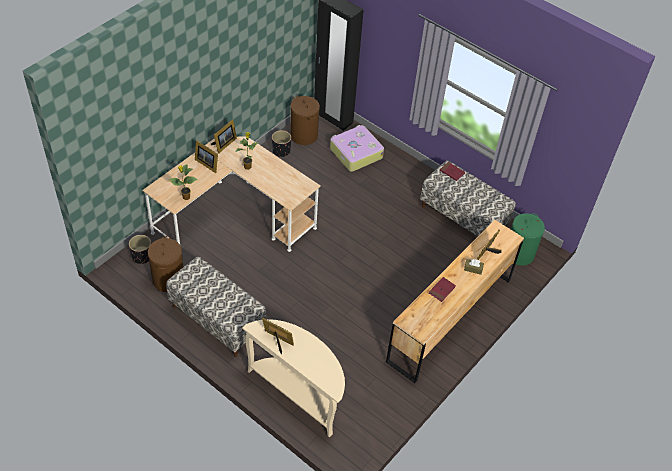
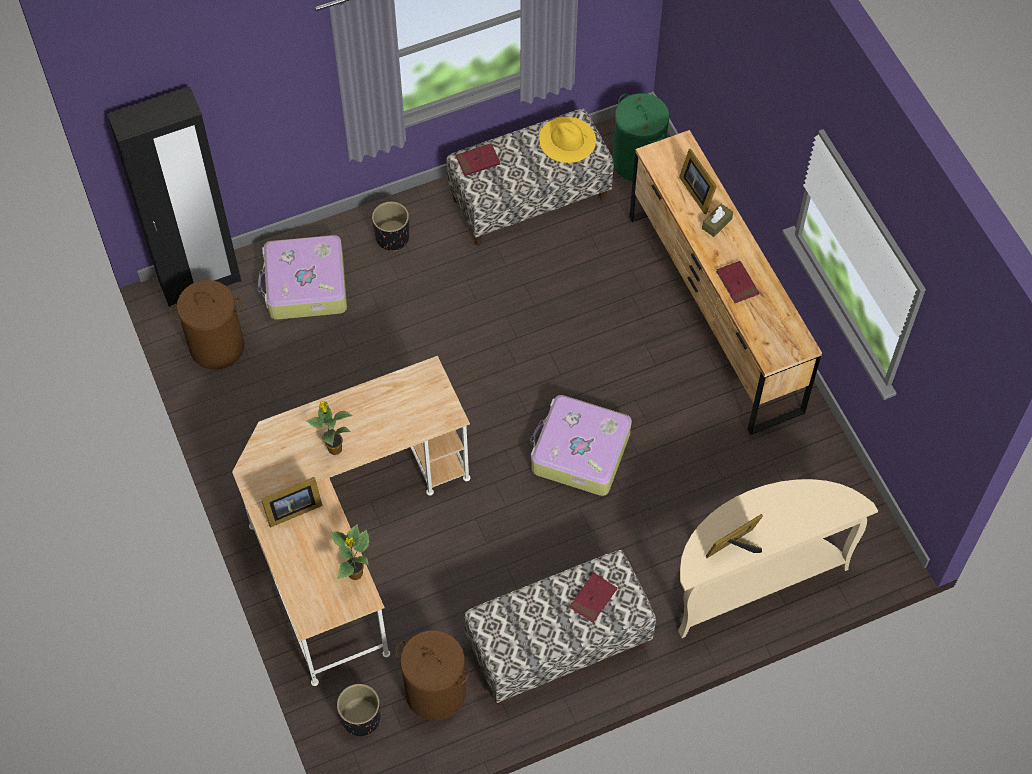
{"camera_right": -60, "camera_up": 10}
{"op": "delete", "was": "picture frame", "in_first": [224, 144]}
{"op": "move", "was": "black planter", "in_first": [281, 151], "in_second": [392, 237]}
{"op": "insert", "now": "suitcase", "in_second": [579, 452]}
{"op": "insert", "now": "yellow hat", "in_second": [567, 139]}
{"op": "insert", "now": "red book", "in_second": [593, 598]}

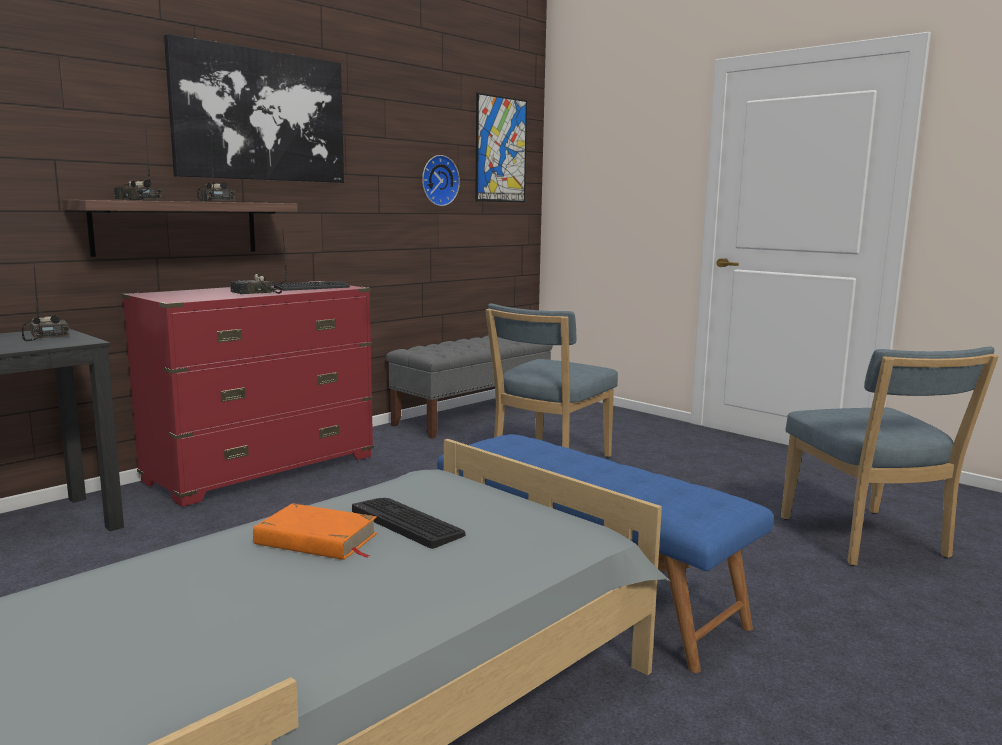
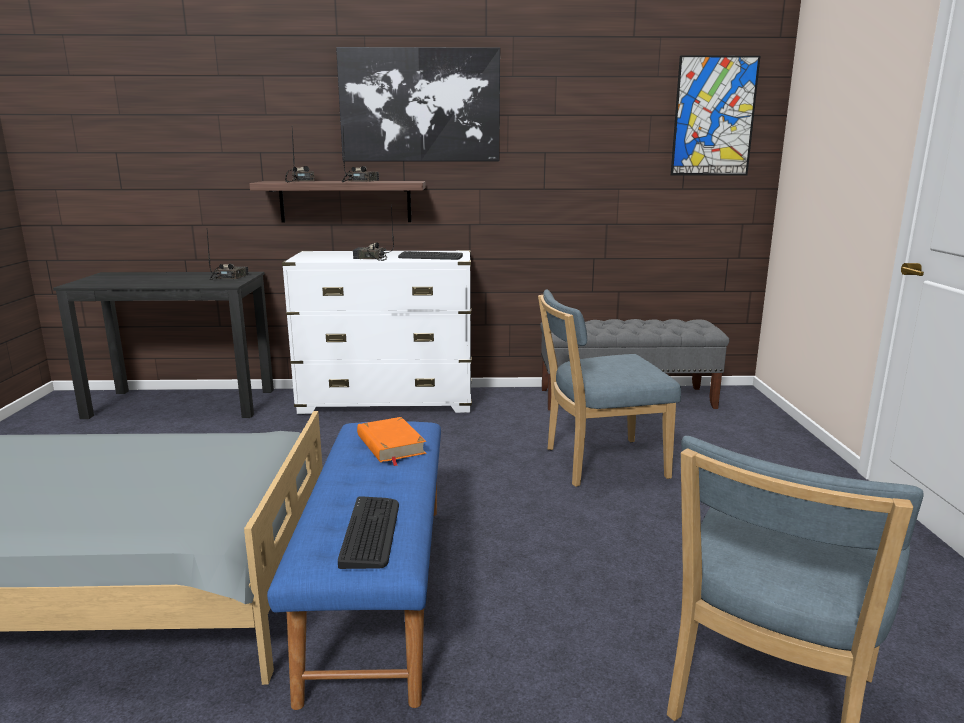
{"camera_right": 45, "camera_up": 5}
{"op": "recolor", "was": "red dresser", "now": "white dresser", "in_first": [262, 470], "in_second": [388, 401]}
{"op": "move", "was": "orange book", "in_first": [316, 539], "in_second": [390, 445]}
{"op": "move", "was": "keyboard", "in_first": [407, 522], "in_second": [371, 532]}
{"op": "delete", "was": "wall clock", "in_first": [438, 180]}

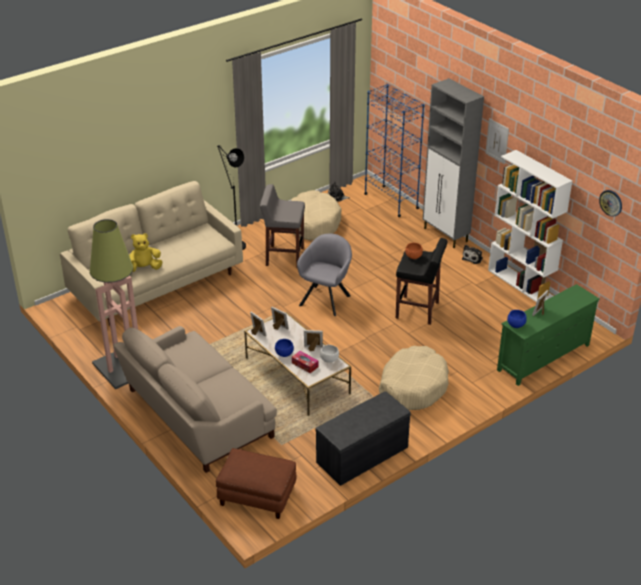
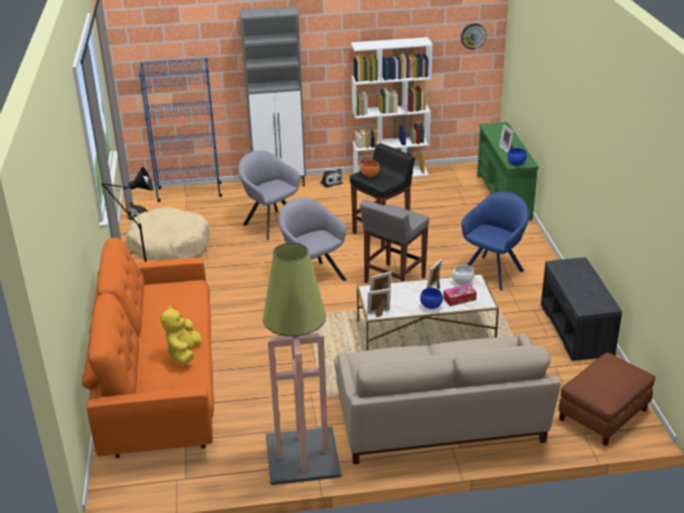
{"camera_right": -60, "camera_up": -5}
{"op": "recolor", "was": "beige sofa", "now": "orange sofa", "in_first": [157, 285], "in_second": [160, 385]}
{"op": "move", "was": "grey stool", "in_first": [284, 257], "in_second": [394, 280]}
{"op": "replace", "was": "beige dog bed", "now": "blue armchair", "in_first": [412, 386], "in_second": [494, 271]}
{"op": "delete", "was": "picture", "in_first": [497, 141]}
{"op": "insert", "now": "grey armchair", "in_second": [270, 223]}

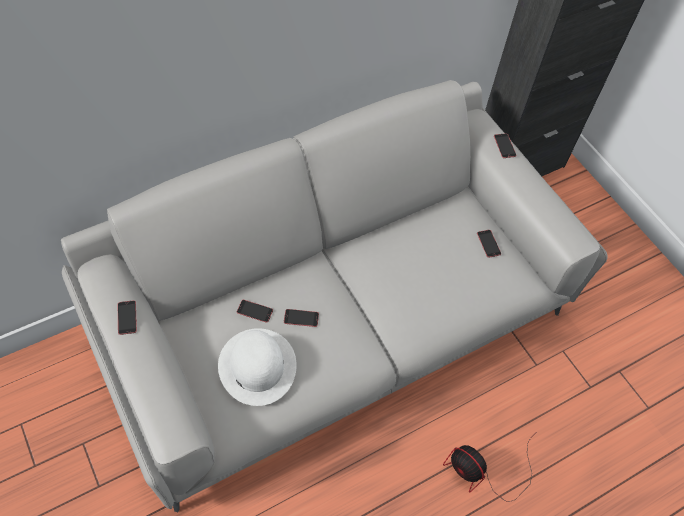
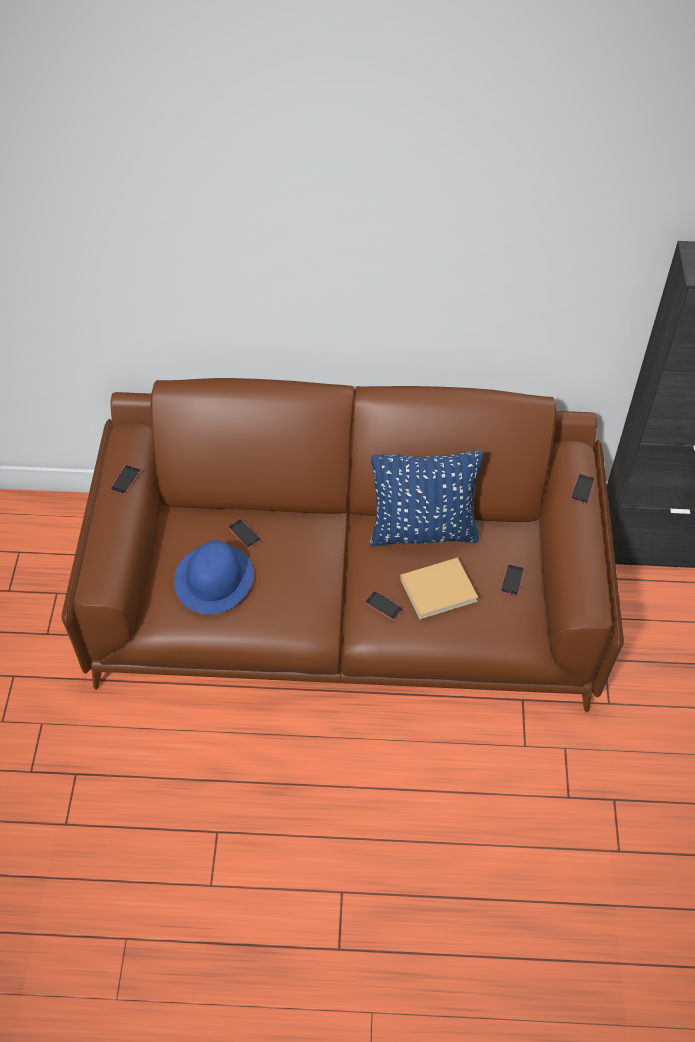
{"camera_right": 35, "camera_up": -5}
{"op": "recolor", "was": "grey sofa", "now": "brown sofa", "in_first": [336, 322], "in_second": [347, 604]}
{"op": "recolor", "was": "white hat", "now": "blue hat", "in_first": [257, 365], "in_second": [214, 578]}
{"op": "move", "was": "phone", "in_first": [301, 318], "in_second": [383, 605]}
{"op": "delete", "was": "fan", "in_first": [483, 472]}
{"op": "insert", "now": "blue pillow", "in_second": [423, 531]}
{"op": "insert", "now": "beige book", "in_second": [440, 589]}

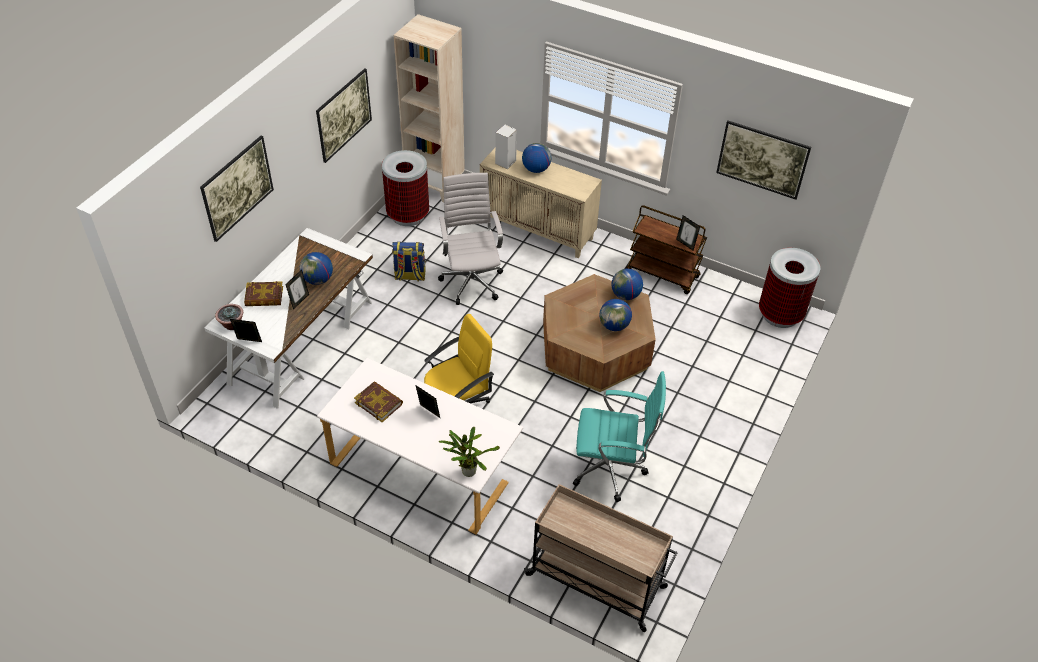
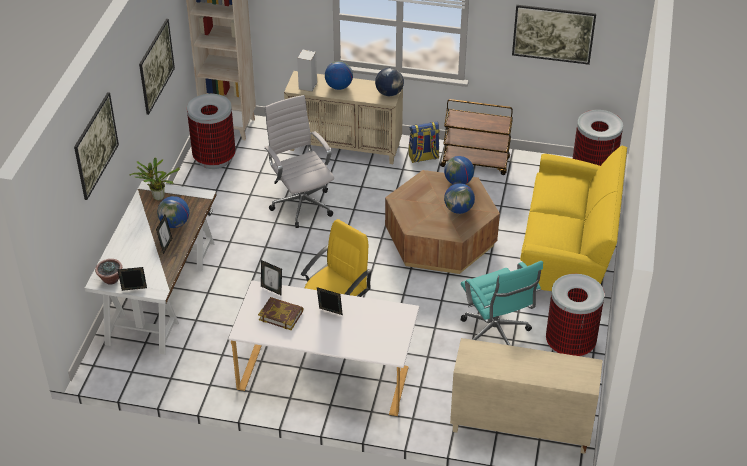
{"camera_right": -15, "camera_up": -5}
{"op": "delete", "was": "book", "in_first": [264, 297]}
{"op": "move", "was": "backpack", "in_first": [410, 276], "in_second": [423, 157]}
{"op": "move", "was": "potted plant", "in_first": [467, 470], "in_second": [157, 196]}
{"op": "replace", "was": "beige cart", "now": "beige cabinet", "in_first": [597, 582], "in_second": [519, 427]}
{"op": "rotate", "was": "turquoise office chair", "in_first": [612, 470], "in_second": [496, 335], "clockwise": 75}
{"op": "move", "was": "picture frame", "in_first": [686, 244], "in_second": [272, 289]}
{"op": "insert", "now": "globe", "in_second": [389, 93]}
{"op": "insert", "now": "yellow sofa", "in_second": [567, 254]}
{"op": "insert", "now": "trash can", "in_second": [570, 344]}

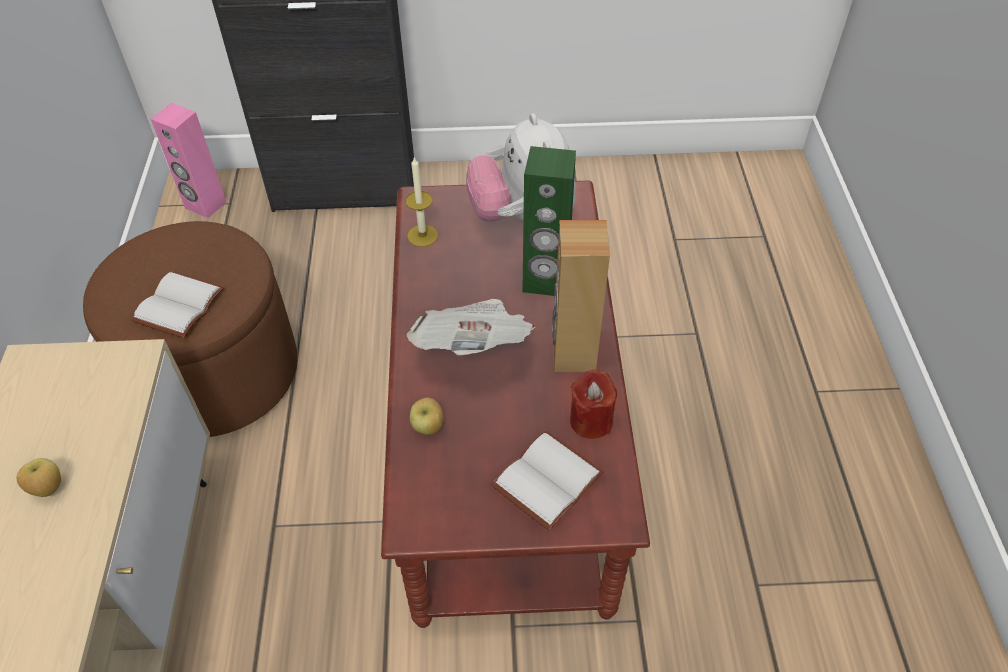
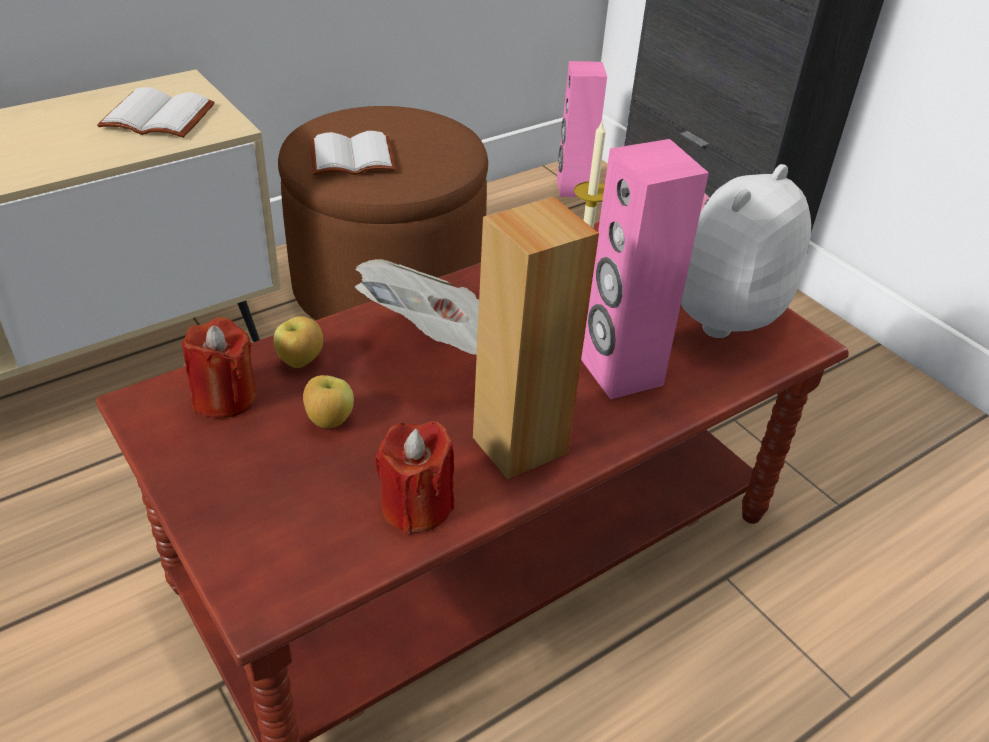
{"camera_right": 55, "camera_up": -10}
{"op": "move", "was": "apple", "in_first": [48, 488], "in_second": [329, 421]}
{"op": "move", "was": "white book", "in_first": [546, 478], "in_second": [160, 116]}
{"op": "recolor", "was": "green speaker", "now": "pink speaker", "in_first": [545, 281], "in_second": [620, 372]}
{"op": "insert", "now": "red candle", "in_second": [224, 398]}

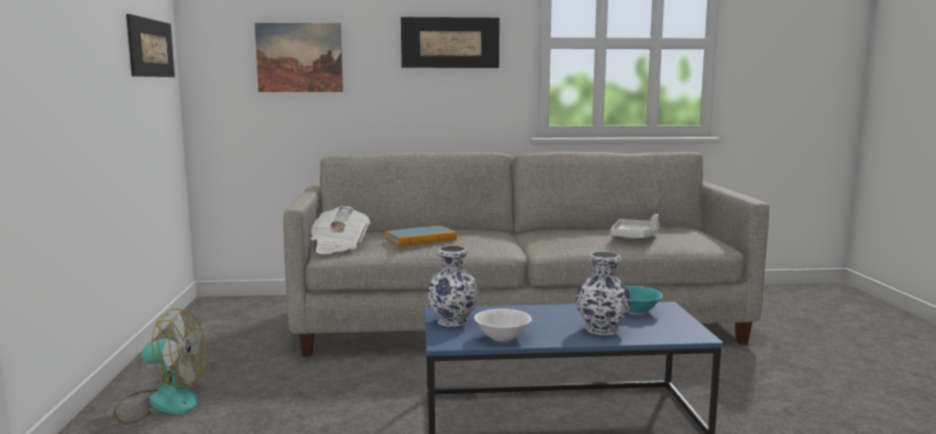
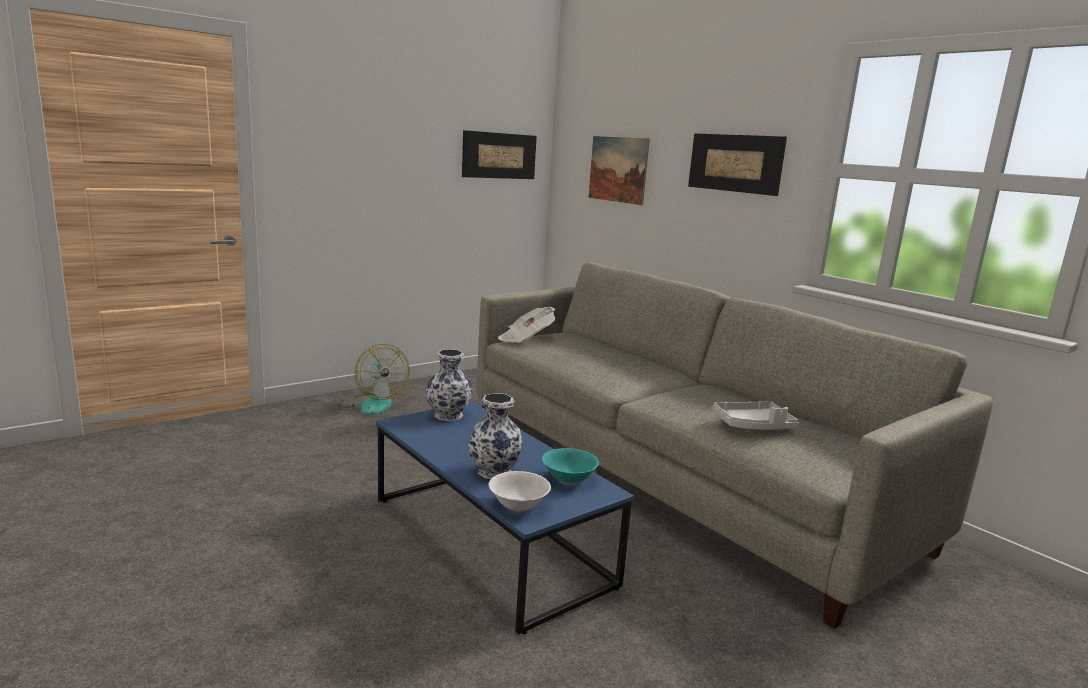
{"camera_right": 55, "camera_up": 5}
{"op": "delete", "was": "book", "in_first": [420, 239]}
{"op": "move", "was": "white bowl", "in_first": [502, 338], "in_second": [518, 505]}

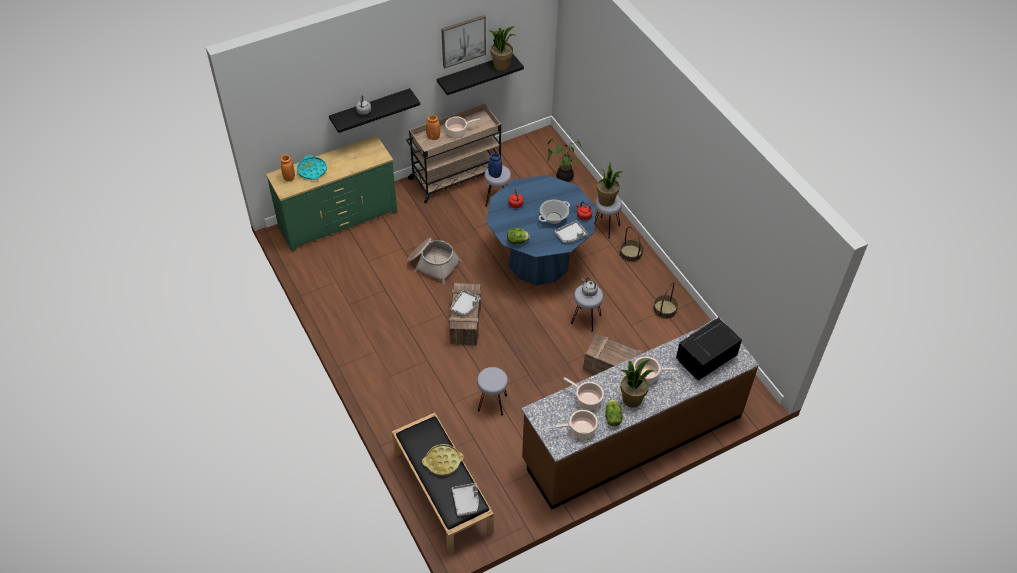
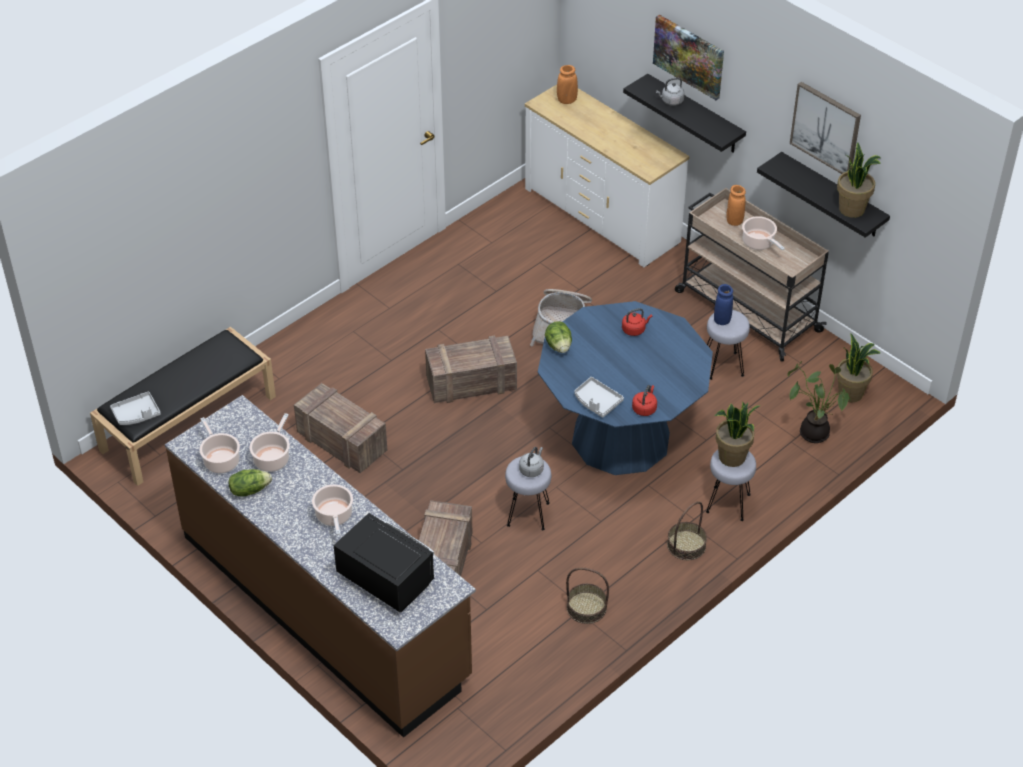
{"camera_right": 75, "camera_up": -5}
{"op": "recolor", "was": "green dresser", "now": "white dresser", "in_first": [338, 219], "in_second": [602, 215]}
{"op": "delete", "was": "turquoise tray", "in_first": [312, 170]}
{"op": "delete", "was": "yellow tray", "in_first": [443, 462]}
{"op": "delete", "was": "grey tray", "in_first": [465, 306]}
{"op": "replace", "was": "grey stool", "now": "crate", "in_first": [492, 403], "in_second": [340, 441]}
{"op": "delete", "was": "cooking pot", "in_first": [553, 218]}
{"op": "move", "was": "potted plant", "in_first": [632, 399], "in_second": [851, 393]}
{"op": "insert", "now": "picture", "in_second": [689, 56]}

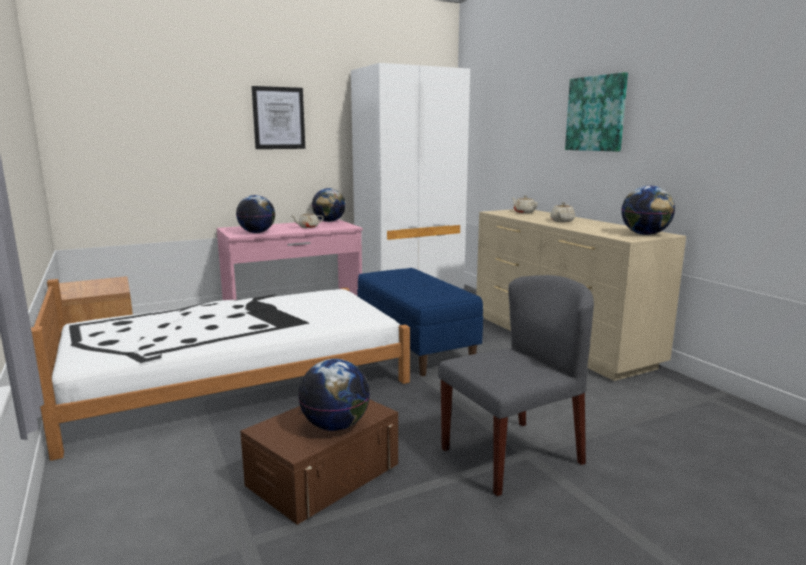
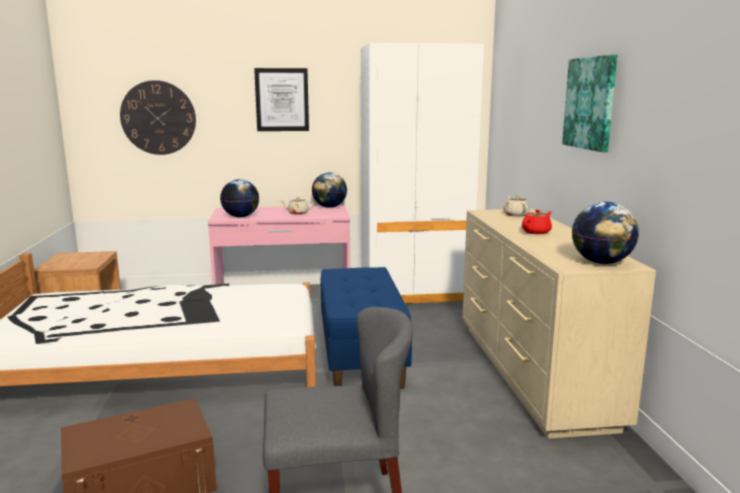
{"camera_right": 20, "camera_up": 0}
{"op": "delete", "was": "globe", "in_first": [335, 426]}
{"op": "recolor", "was": "beige teapot", "now": "red teapot", "in_first": [562, 221], "in_second": [536, 232]}
{"op": "insert", "now": "wall clock", "in_second": [158, 118]}

